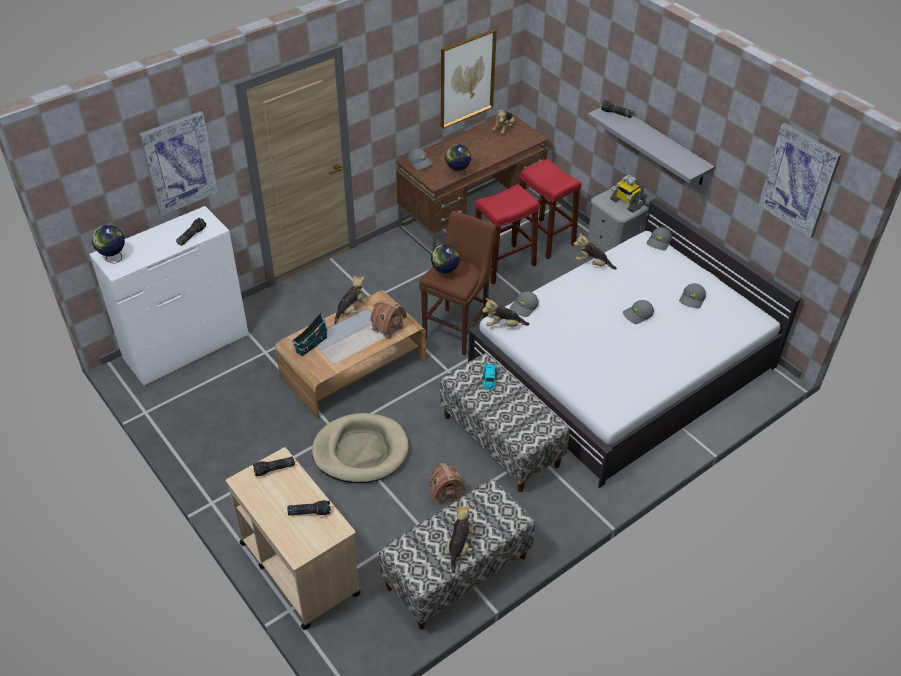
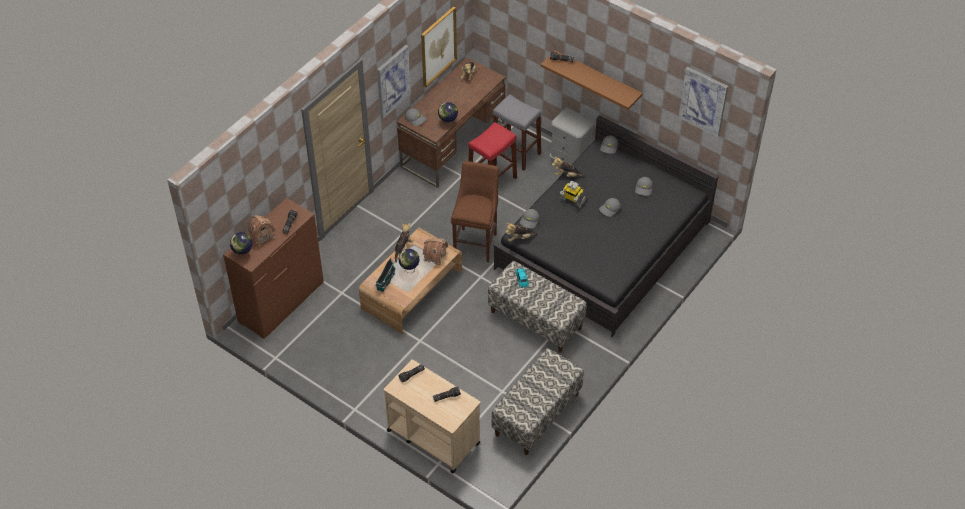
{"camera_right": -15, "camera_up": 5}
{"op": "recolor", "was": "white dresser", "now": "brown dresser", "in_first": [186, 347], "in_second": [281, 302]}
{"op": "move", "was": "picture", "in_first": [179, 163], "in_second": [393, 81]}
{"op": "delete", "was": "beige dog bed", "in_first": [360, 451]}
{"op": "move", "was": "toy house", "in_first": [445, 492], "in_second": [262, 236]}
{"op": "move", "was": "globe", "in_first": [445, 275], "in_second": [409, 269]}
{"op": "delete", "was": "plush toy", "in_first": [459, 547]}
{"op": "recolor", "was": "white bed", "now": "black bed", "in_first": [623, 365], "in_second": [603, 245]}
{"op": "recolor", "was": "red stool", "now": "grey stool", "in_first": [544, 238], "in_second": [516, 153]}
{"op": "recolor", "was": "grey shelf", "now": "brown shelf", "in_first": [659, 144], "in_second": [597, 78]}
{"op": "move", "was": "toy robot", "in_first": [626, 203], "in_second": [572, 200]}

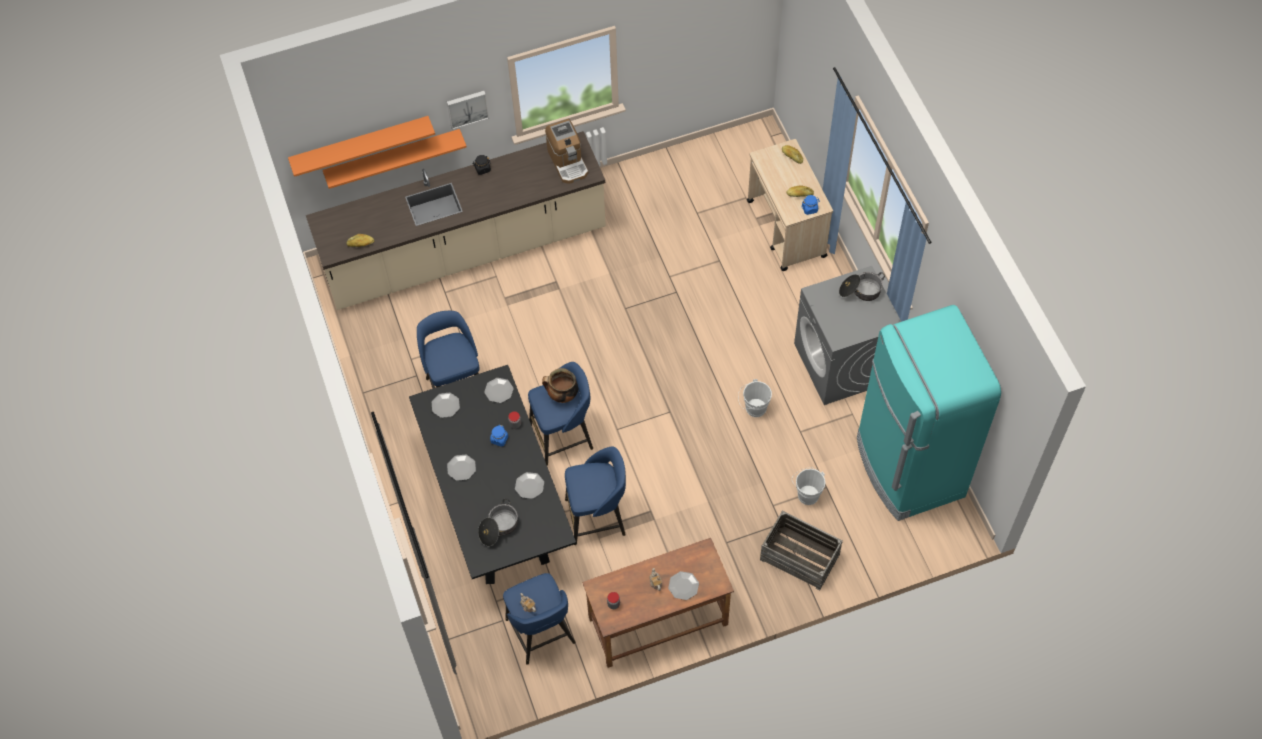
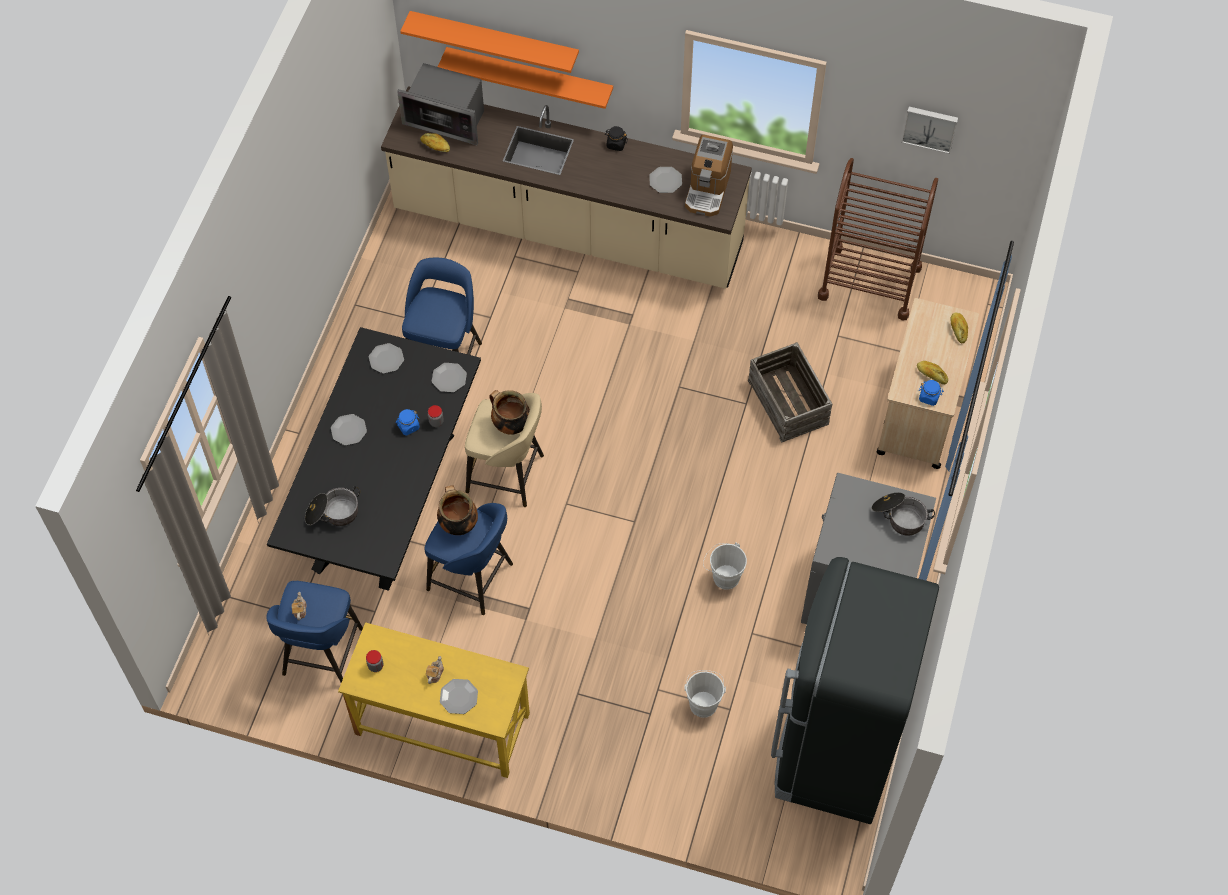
{"camera_right": 35, "camera_up": 0}
{"op": "move", "was": "picture", "in_first": [467, 108], "in_second": [930, 128]}
{"op": "move", "was": "plate", "in_first": [529, 486], "in_second": [665, 180]}
{"op": "recolor", "was": "blue stool", "now": "beige stool", "in_first": [563, 436], "in_second": [507, 474]}
{"op": "recolor", "was": "brown desk", "now": "yellow desk", "in_first": [658, 621], "in_second": [442, 724]}
{"op": "move", "was": "crate", "in_first": [800, 556], "in_second": [789, 402]}
{"op": "recolor", "was": "turquoise fridge", "now": "black fridge", "in_first": [908, 468], "in_second": [835, 751]}
{"op": "insert", "now": "microwave", "in_second": [447, 119]}
{"op": "insert", "now": "cooking pot", "in_second": [458, 524]}
{"op": "insert", "now": "brown cart", "in_second": [869, 282]}

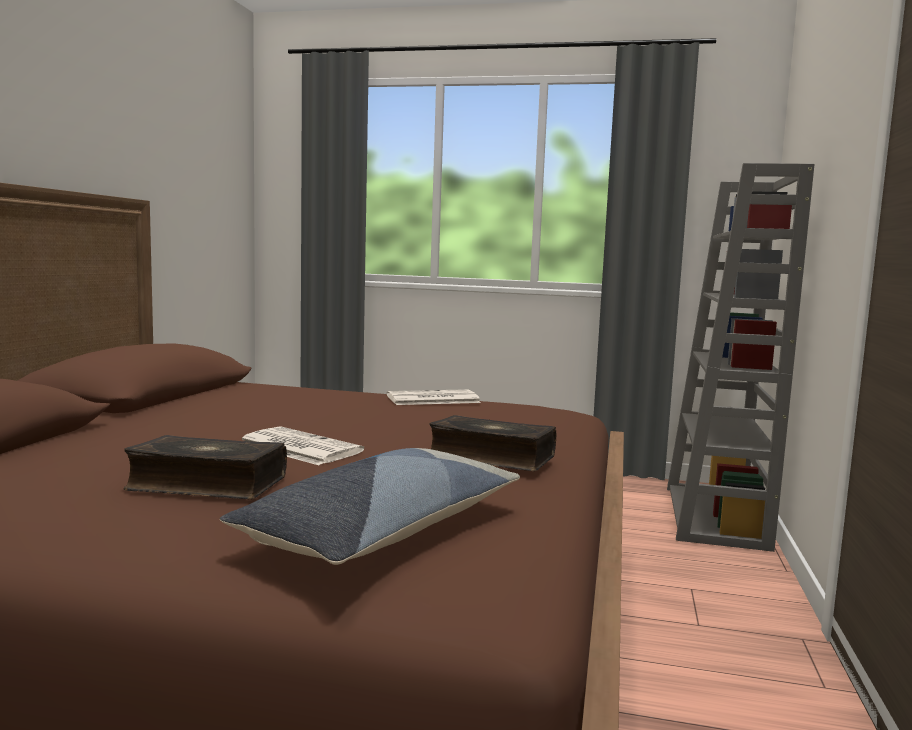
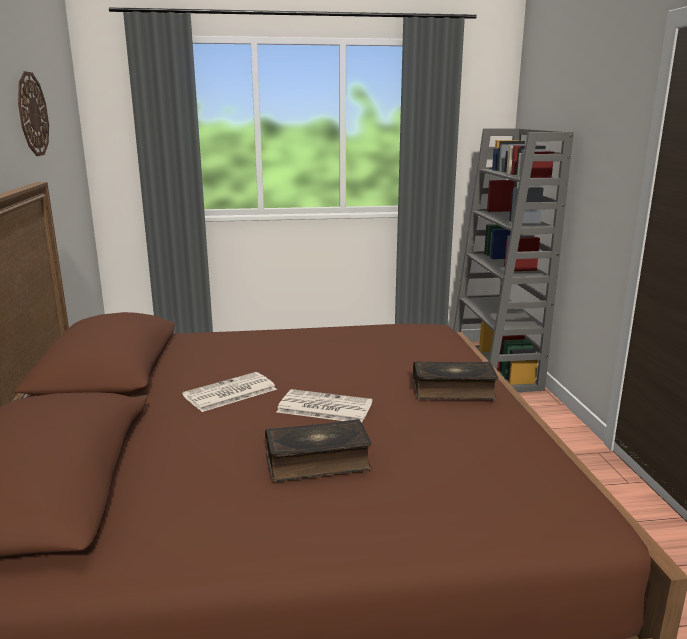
{"camera_right": -20, "camera_up": 10}
{"op": "delete", "was": "pillow", "in_first": [383, 530]}
{"op": "move", "was": "newspaper", "in_first": [432, 399], "in_second": [229, 393]}
{"op": "insert", "now": "wall clock", "in_second": [32, 114]}

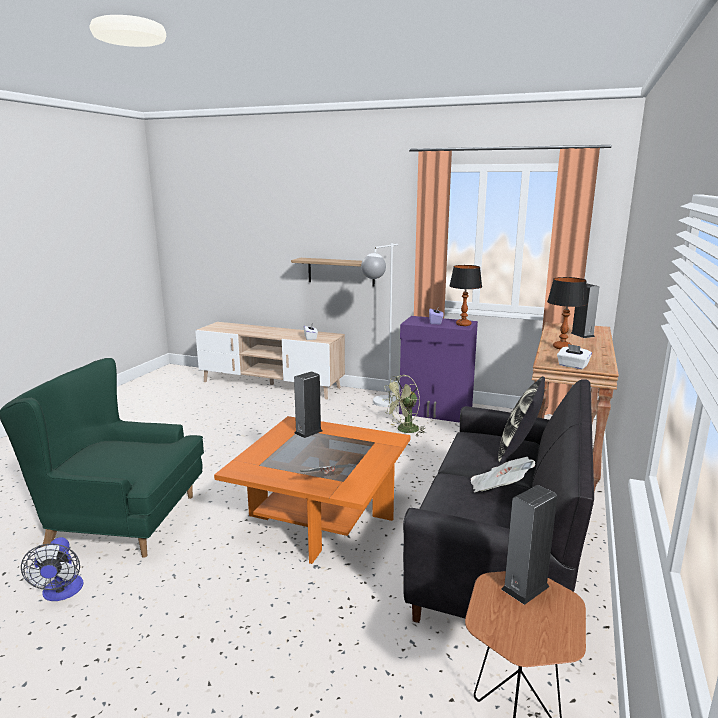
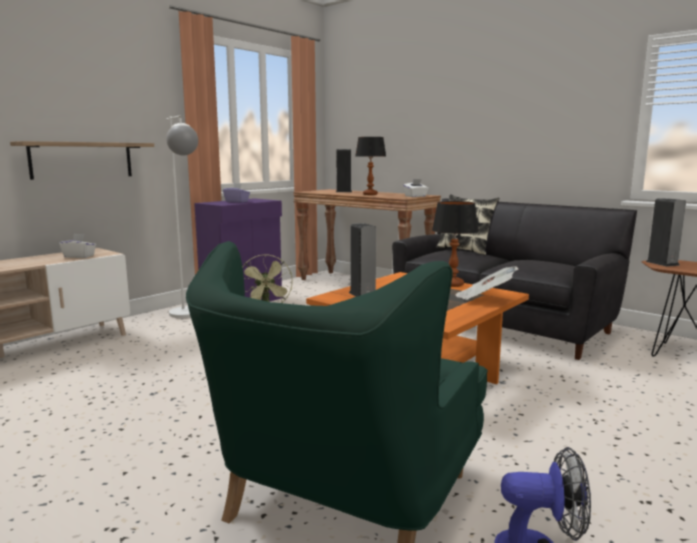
{"camera_right": -70, "camera_up": -5}
{"op": "move", "was": "table lamp", "in_first": [463, 324], "in_second": [453, 284]}
{"op": "delete", "was": "newspaper", "in_first": [498, 489]}

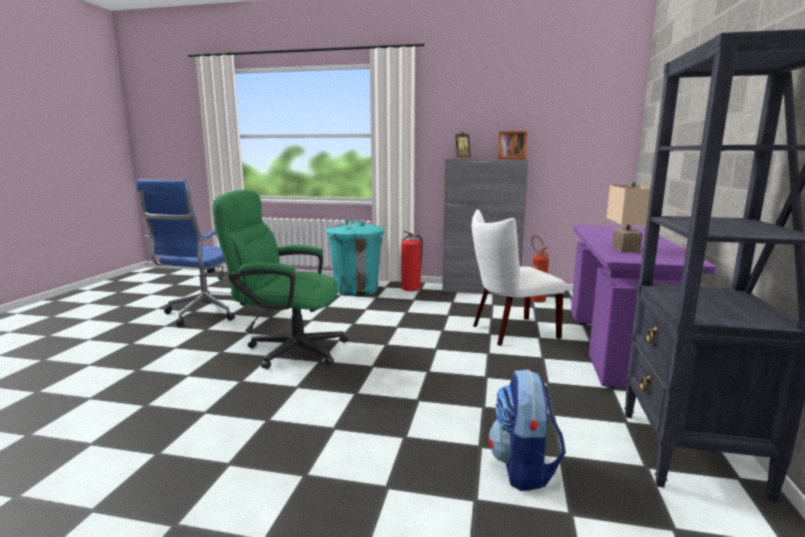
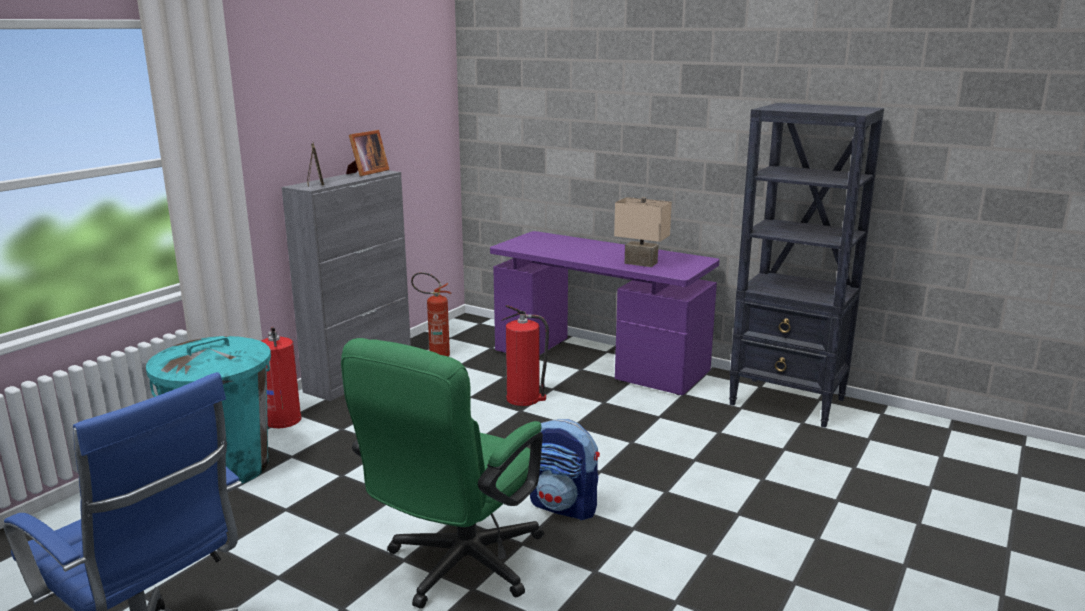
{"camera_right": -70, "camera_up": 5}
{"op": "replace", "was": "white chair", "now": "fire extinguisher", "in_first": [509, 332], "in_second": [524, 399]}
{"op": "move", "was": "backpack", "in_first": [523, 468], "in_second": [564, 506]}

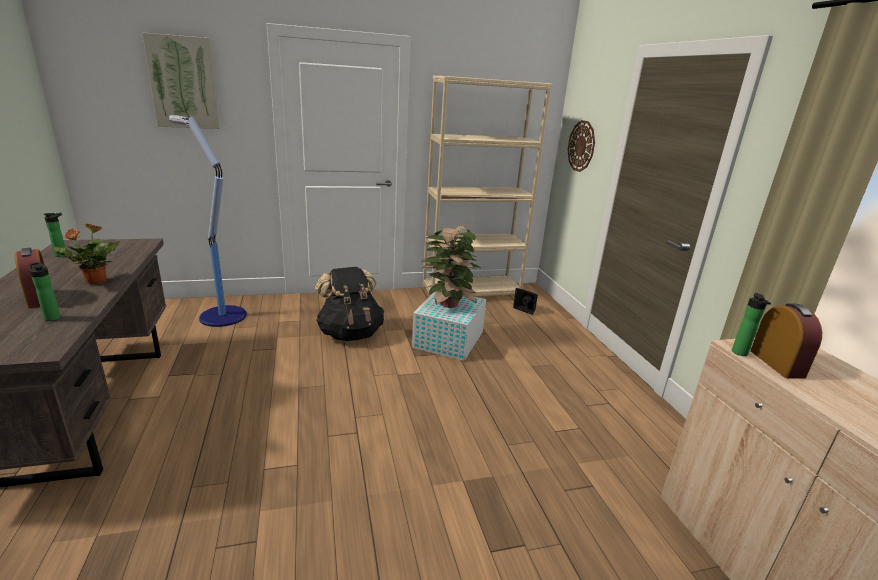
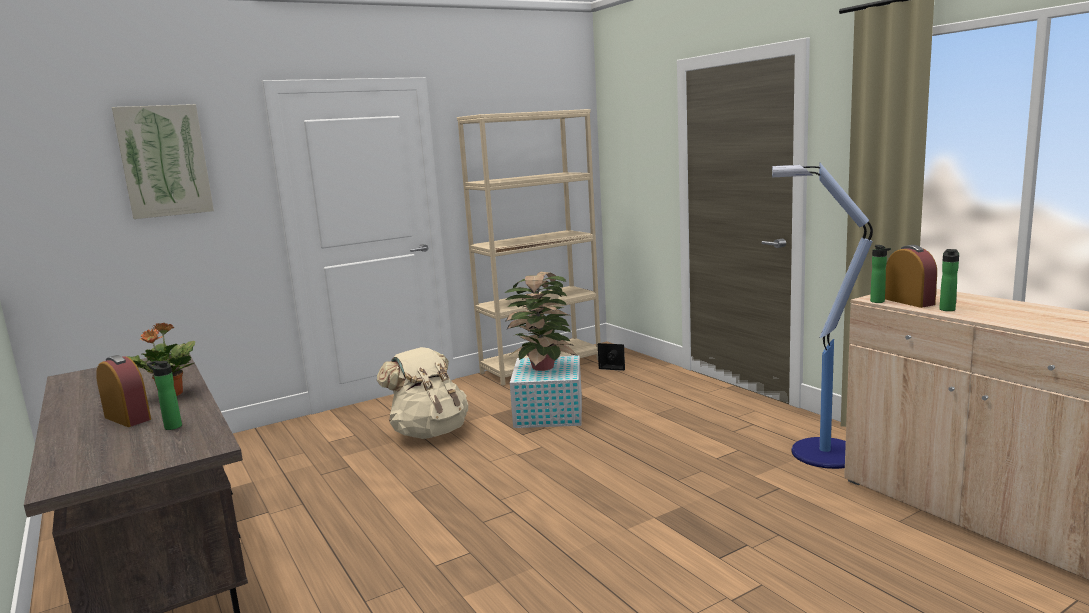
{"camera_right": -15, "camera_up": -10}
{"op": "move", "was": "bottle", "in_first": [63, 255], "in_second": [947, 309]}
{"op": "move", "was": "floor lamp", "in_first": [221, 316], "in_second": [823, 453]}
{"op": "recolor", "was": "black backpack", "now": "beige backpack", "in_first": [350, 333], "in_second": [429, 432]}
{"op": "delete", "was": "wall clock", "in_first": [581, 146]}

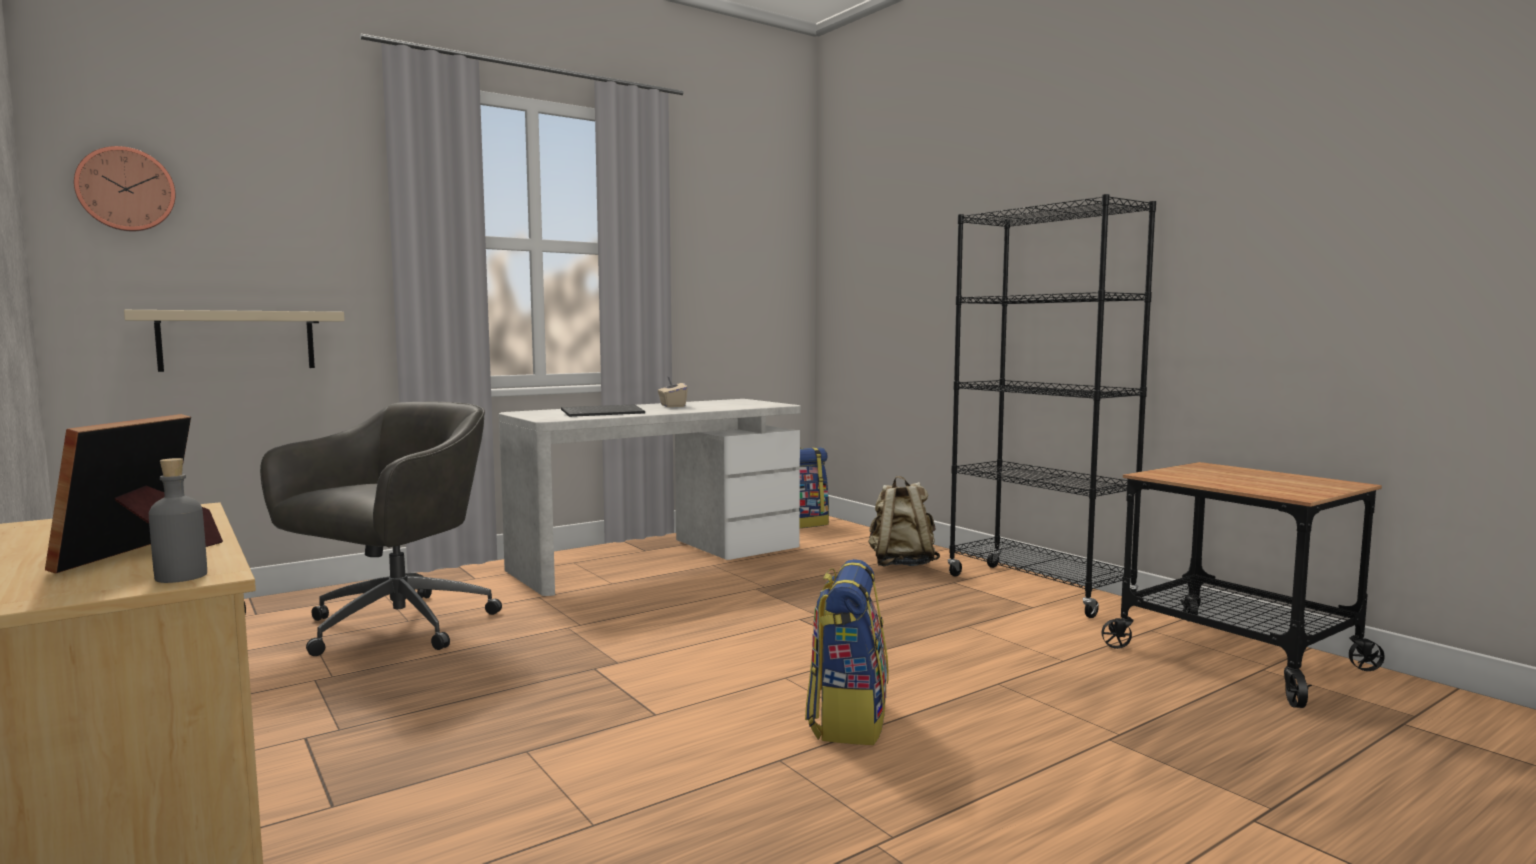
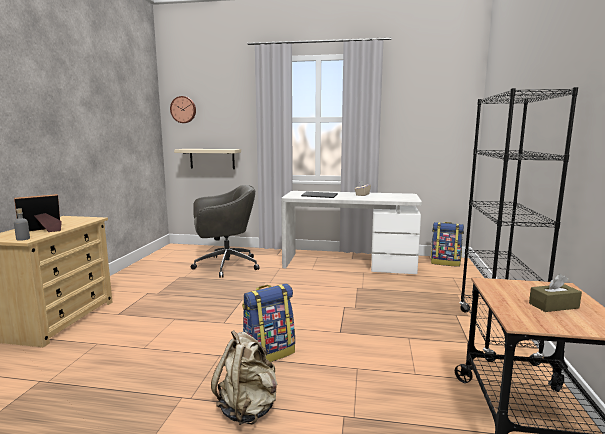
{"camera_right": 45, "camera_up": 5}
{"op": "move", "was": "beige backpack", "in_first": [901, 564], "in_second": [248, 408]}
{"op": "insert", "now": "brown tissue box", "in_second": [553, 306]}

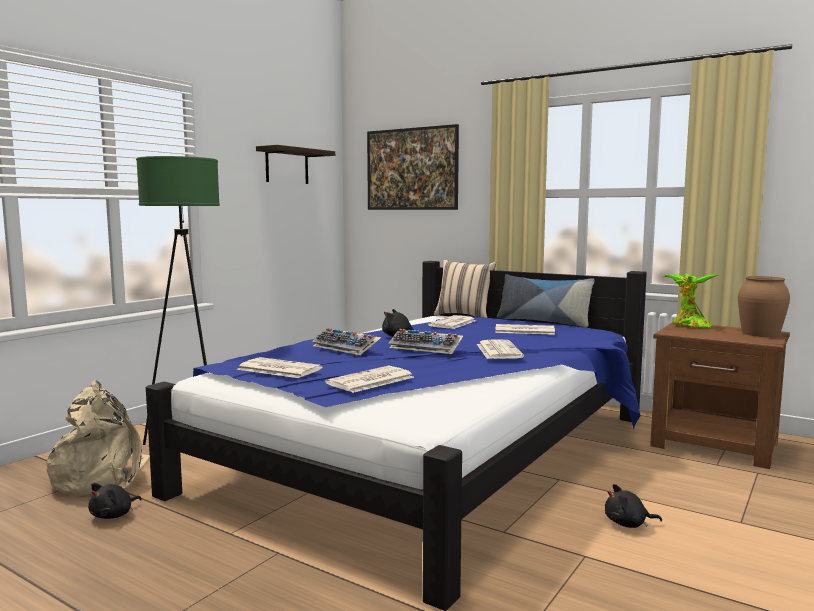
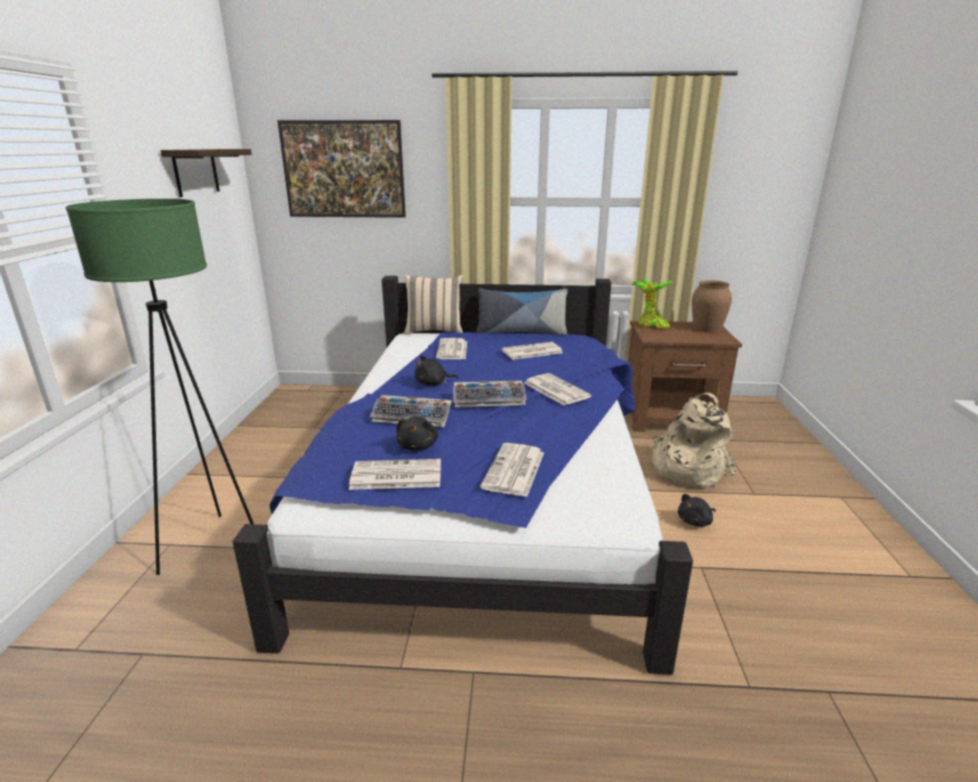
{"camera_right": -30, "camera_up": 15}
{"op": "move", "was": "beige backpack", "in_first": [102, 477], "in_second": [686, 468]}
{"op": "move", "was": "black plush toy", "in_first": [114, 515], "in_second": [418, 446]}

